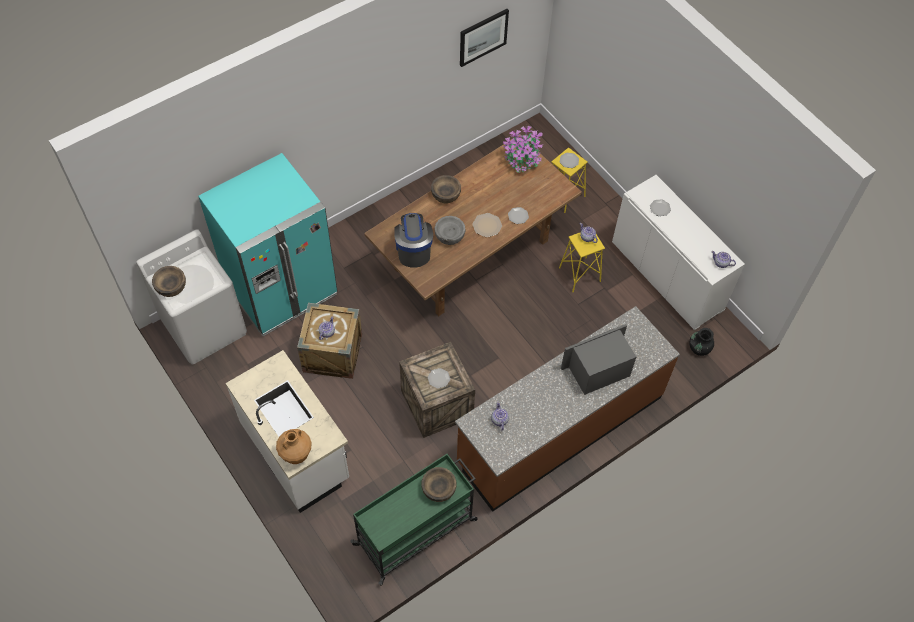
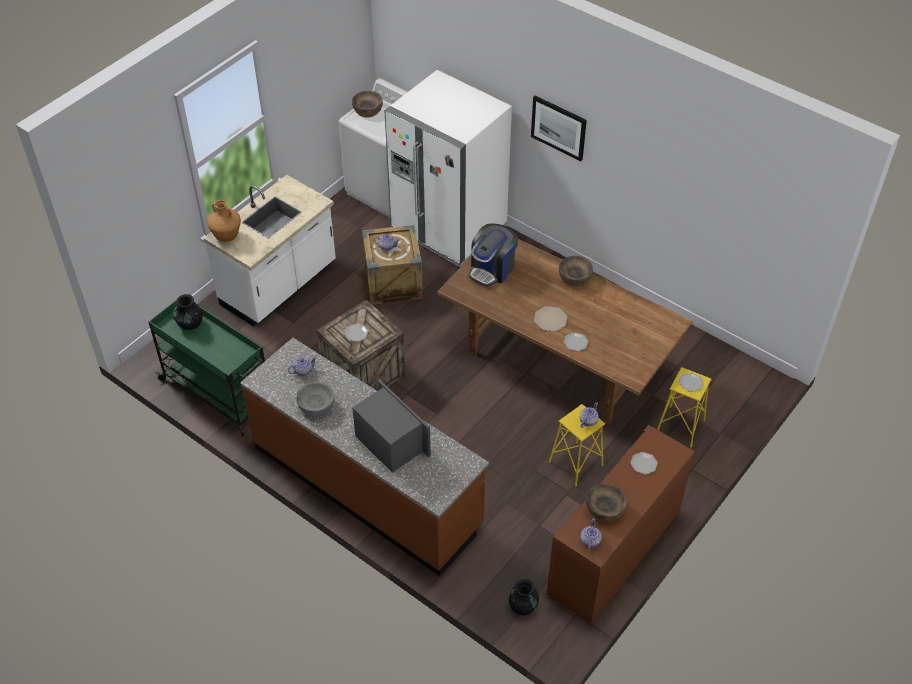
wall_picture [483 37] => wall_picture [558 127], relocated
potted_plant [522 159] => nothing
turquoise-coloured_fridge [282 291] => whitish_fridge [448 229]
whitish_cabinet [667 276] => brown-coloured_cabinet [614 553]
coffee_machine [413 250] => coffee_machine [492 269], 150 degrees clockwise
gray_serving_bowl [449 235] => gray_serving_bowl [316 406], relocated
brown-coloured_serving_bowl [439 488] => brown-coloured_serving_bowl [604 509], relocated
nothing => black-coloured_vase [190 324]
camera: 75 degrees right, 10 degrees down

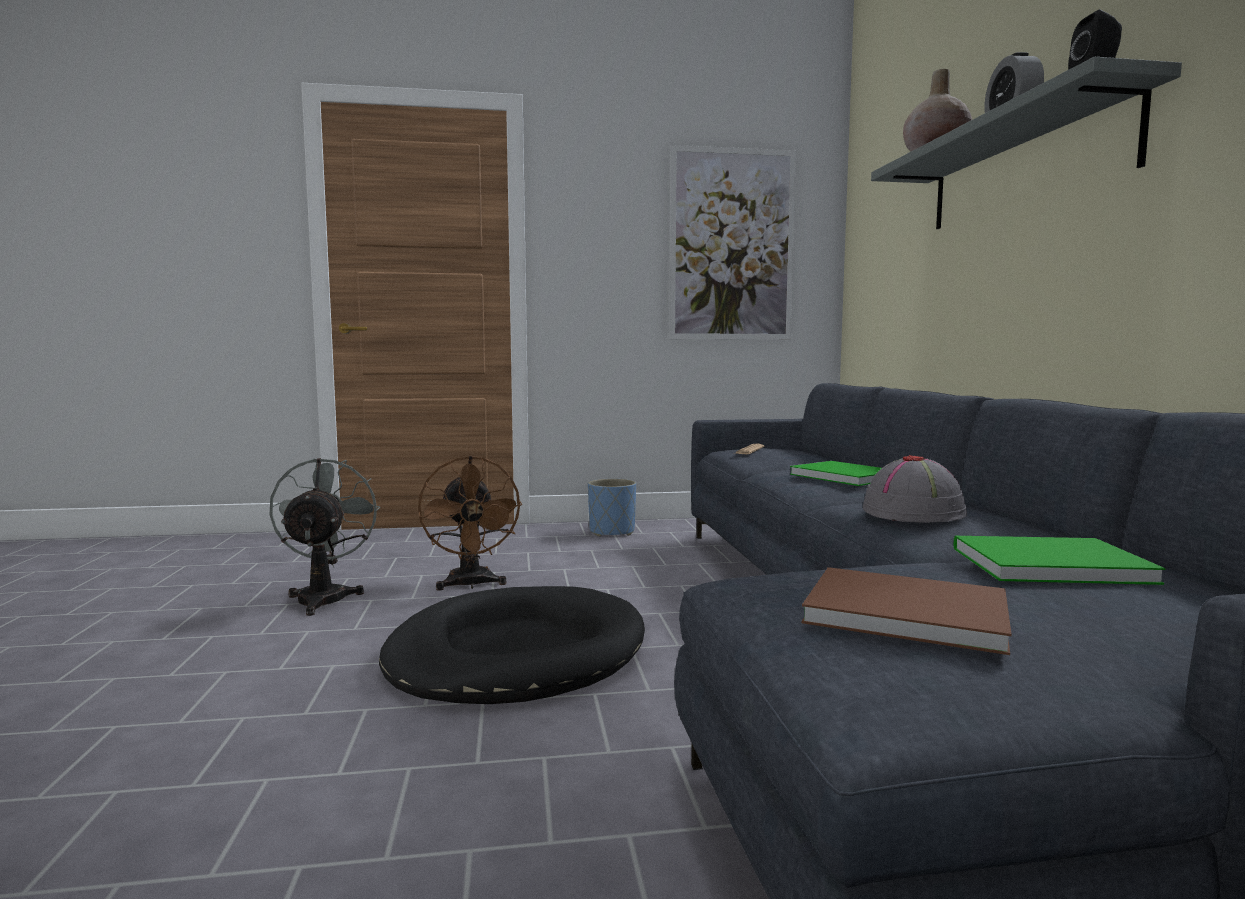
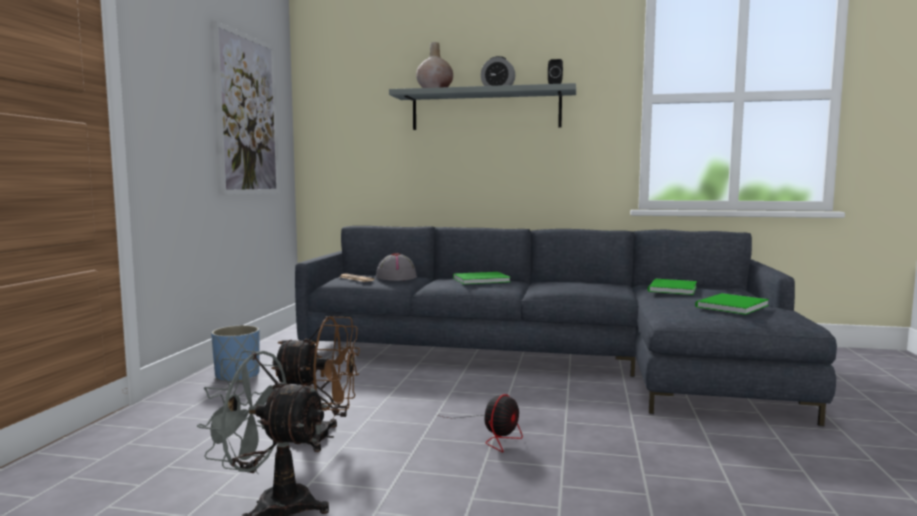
gray_clothing_hat [914 512] => gray_clothing_hat [396 277], relocated
brown-coloured_bound_book [900 611] => green_bound_book [729 306]
black-coloured_dog_bed [516 654] => cooling_fan [495 435]
camera: 70 degrees left, 0 degrees up

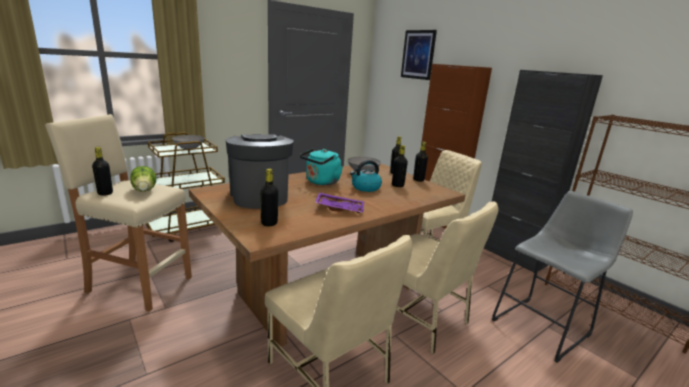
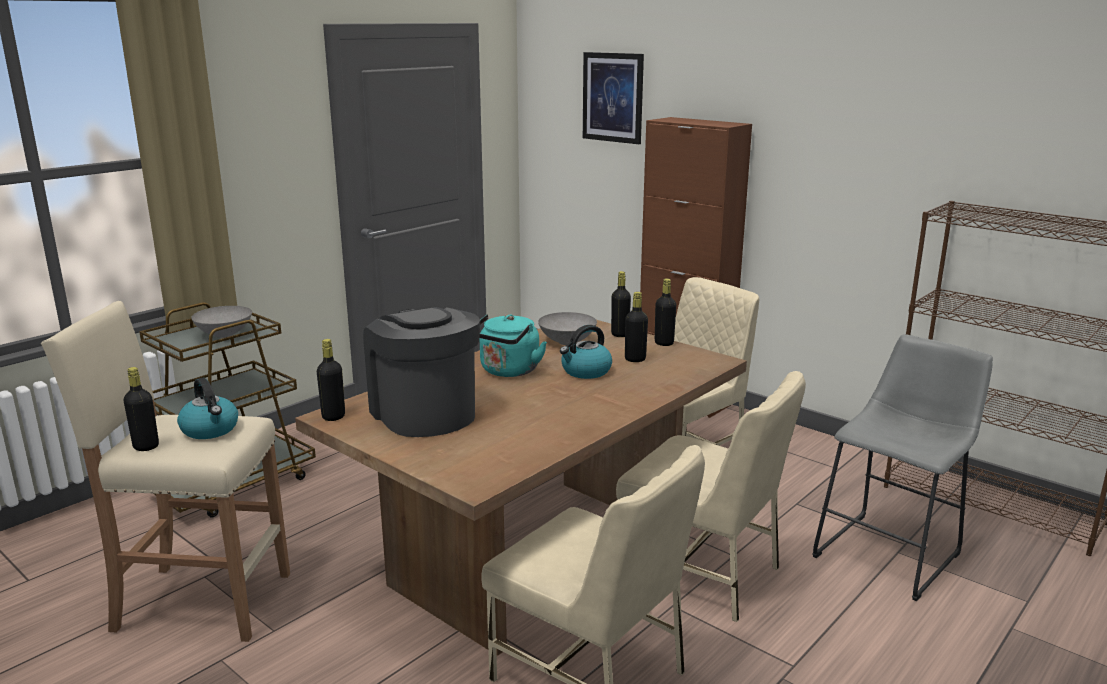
black-coloured_cabinet [513 256] => nothing
lettuce_head [145 190] => tea_kettle [210 430]
black-coloured_drink_bottle [269 223] => black-coloured_drink_bottle [333 416], relocated
purple-coloured_serving_tray [340 208] => nothing
camera: 10 degrees left, 0 degrees up

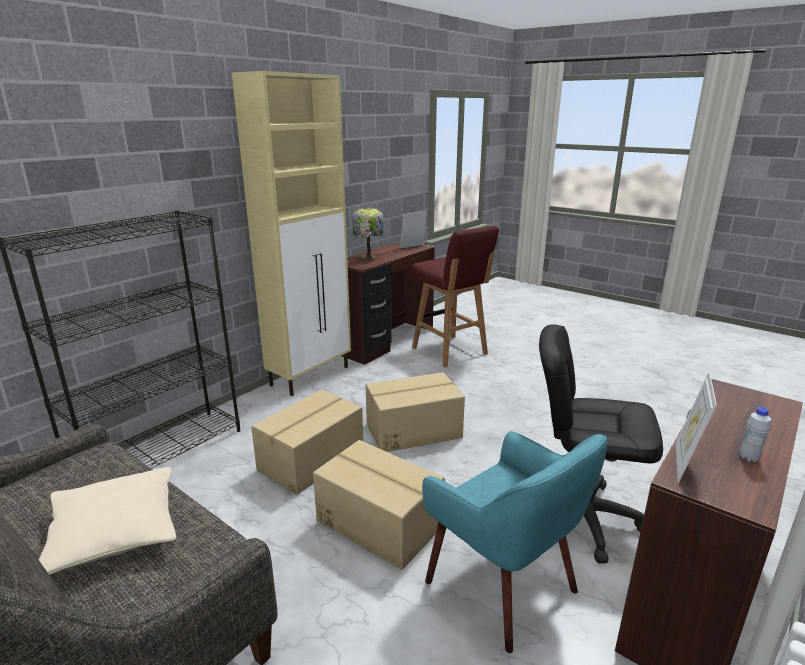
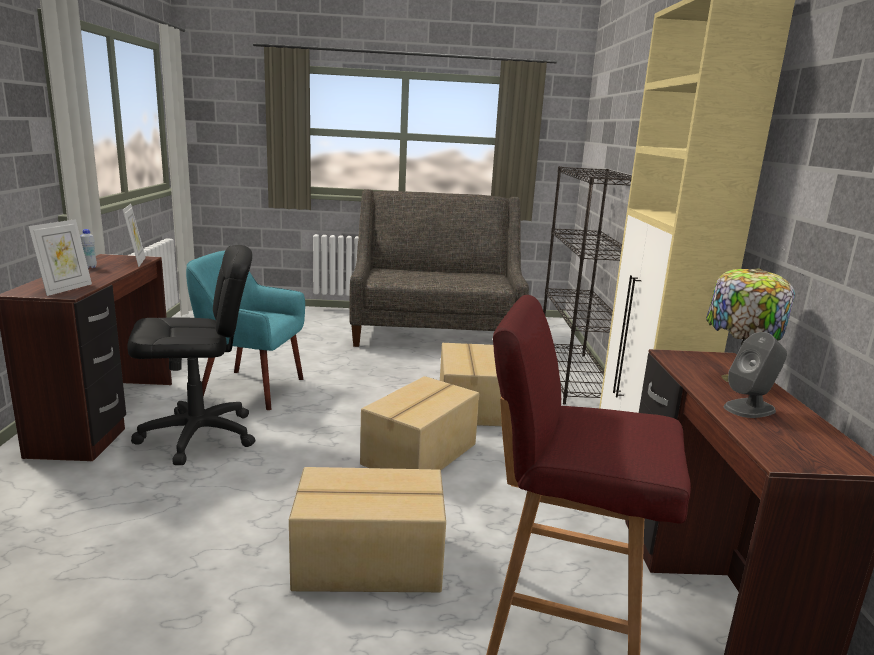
picture_frame [413 247] => picture_frame [65 289], relocated
cardboard_box [379 522] => cardboard_box [369 562], relocated
beige-coloured_throw_pillow [115 532] => nothing
nothing => gray_speaker [750 408]
camera: 140 degrees right, 5 degrees down

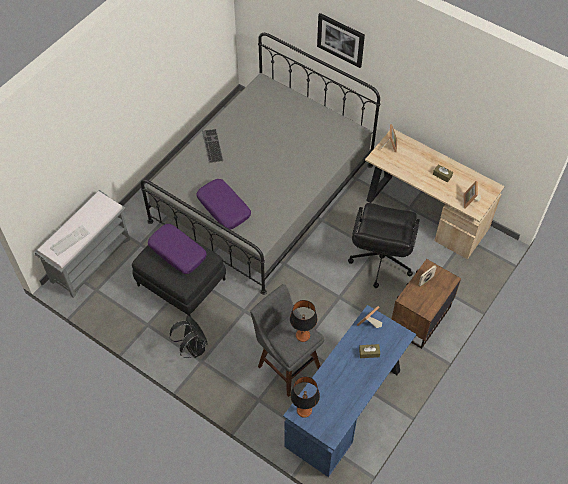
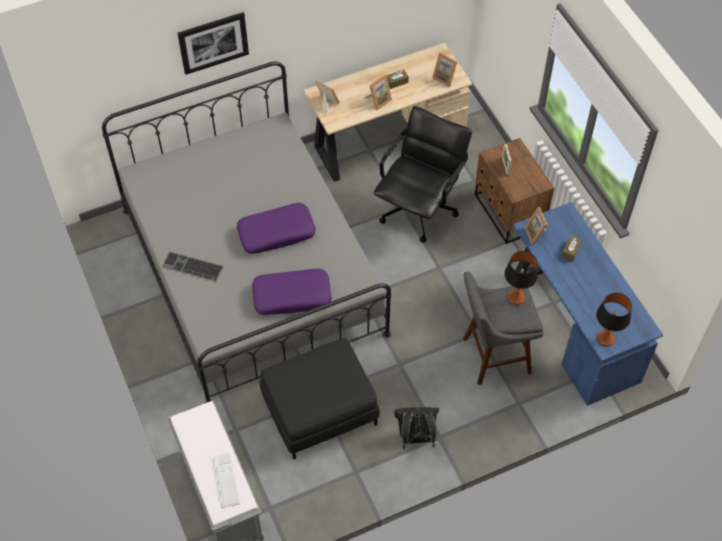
black-coloured_office_chair [380 261] => black-coloured_office_chair [419 209], 105 degrees counterclockwise
purple-coloured_throw_pillow [178 252] => purple-coloured_throw_pillow [276 233], relocated
nothing => picture_frame [378 100]
camera: 60 degrees left, 0 degrees up

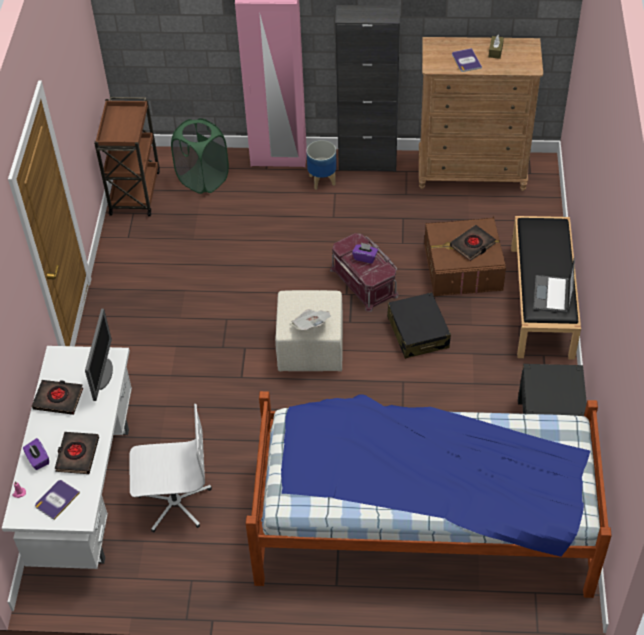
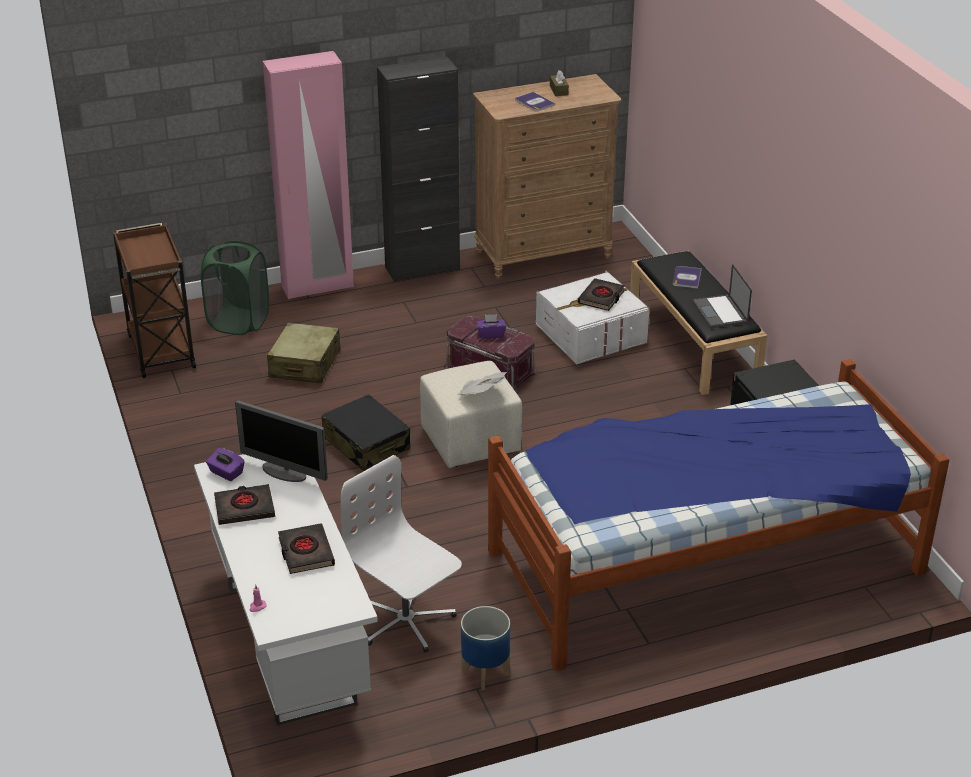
plant_pot [321 180] => plant_pot [485 673], relocated
brown-coloured_storage_container [463 268] => whitish_storage_container [591 334]
black-coloured_suitcase [418 332] => black-coloured_suitcase [366 444], relocated
monitor [103 374] => monitor [284 472], 135 degrees clockwise
whitish_office_chair [174 502] => whitish_office_chair [405 621], 105 degrees counterclockwise
purple-coloured_box_of_tissues [38 459] => purple-coloured_box_of_tissues [226 473], relocated
bound_book [57 499] => bound_book [686 278], relocated
nothing => beige-coloured_suitcase [304 364]
camera: 25 degrees left, 15 degrees down

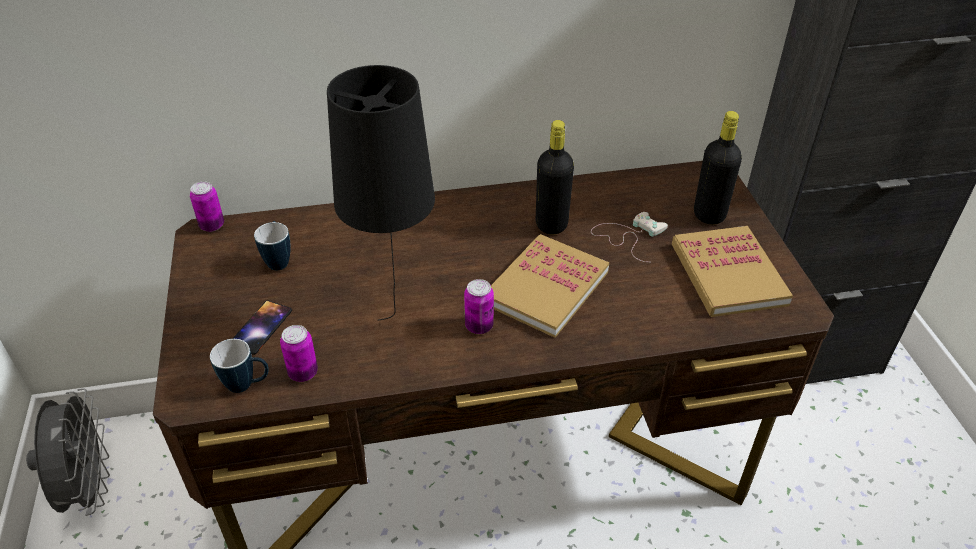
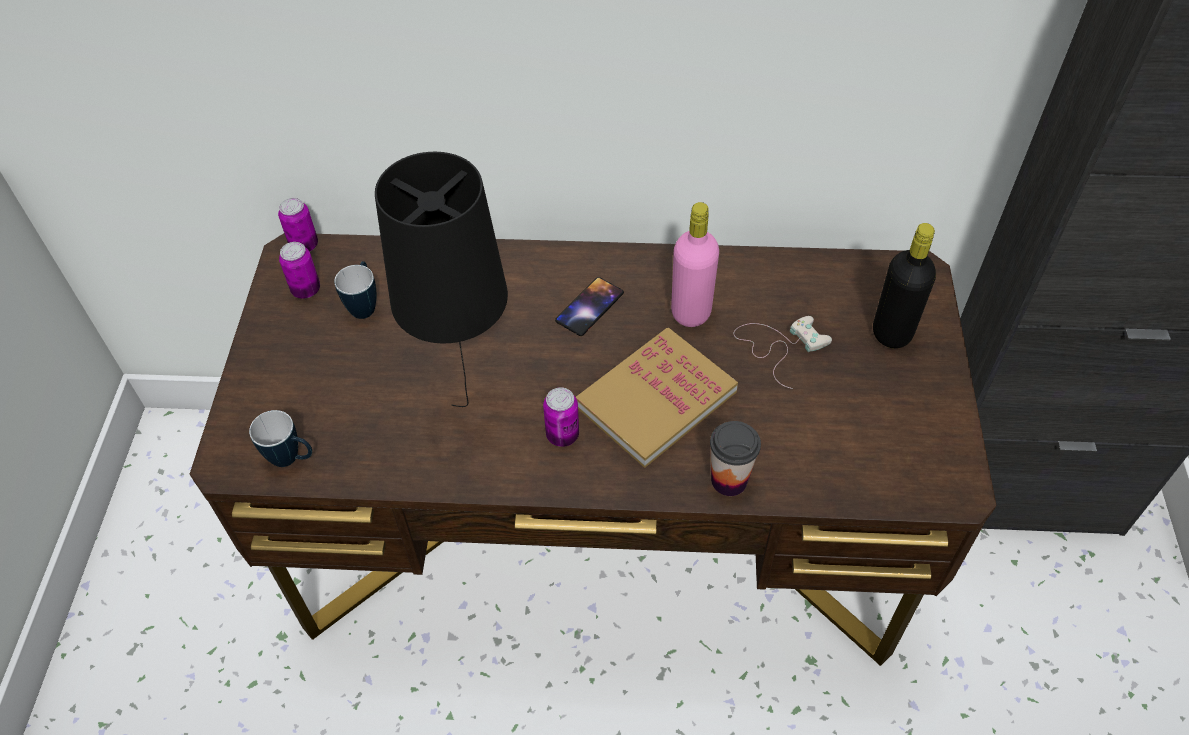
black-coloured_drink_bottle [551 224] => pinkish_drink_bottle [691 312]
bound_book [728 274] => nothing
handset [261 327] => handset [589 307], relocated
sealed_can [303 373] => sealed_can [306 290], relocated
gray_cooling_fan [89 488] => nothing
nothing => cup [729 480]
camera: 15 degrees right, 10 degrees up

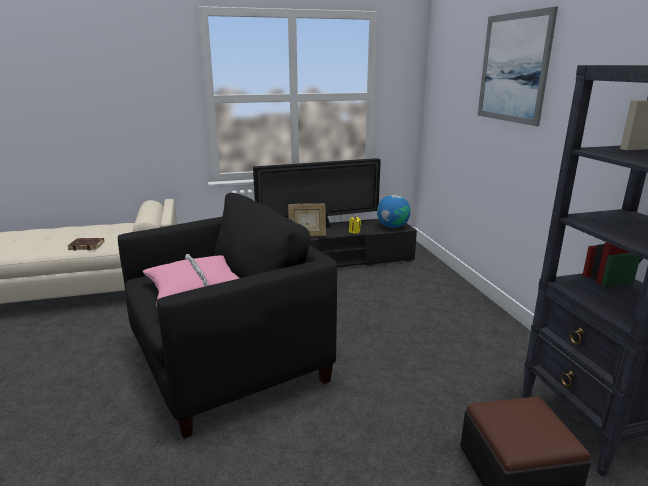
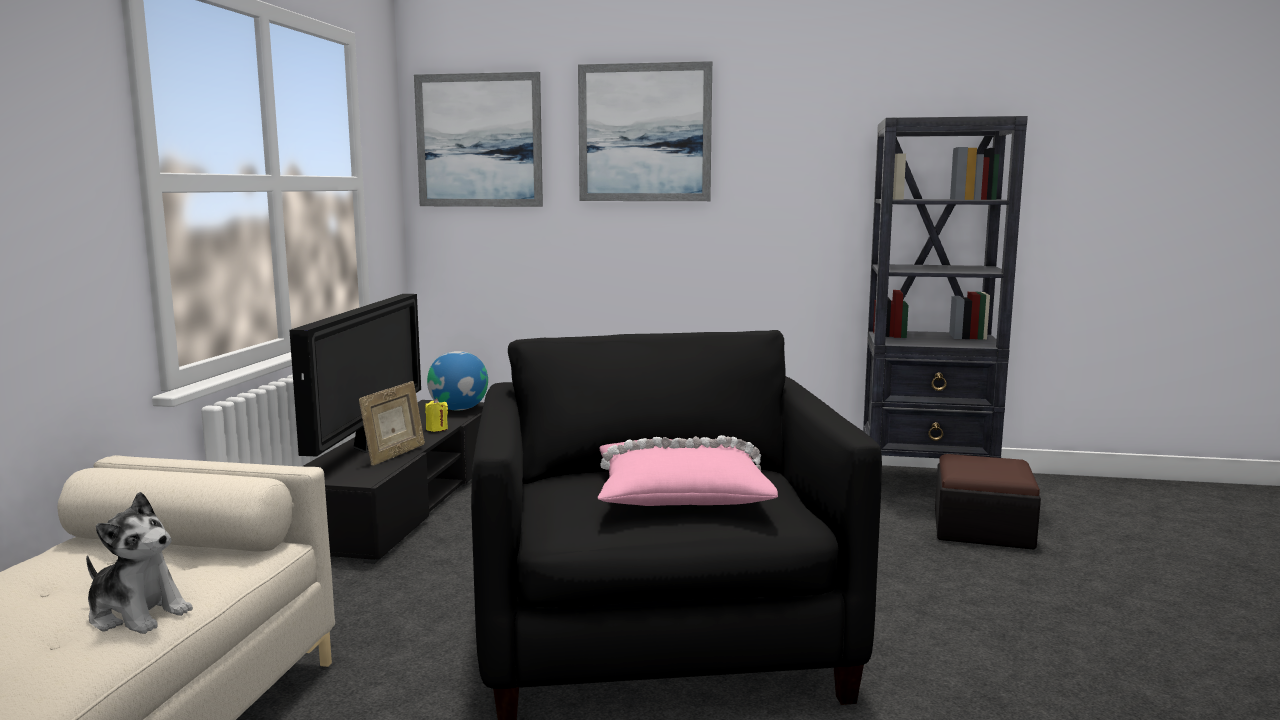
brown-coloured_bound_book [87 246] => soft_toy [138 614]
nothing => wall_picture [479 140]
camera: 65 degrees left, 10 degrees down

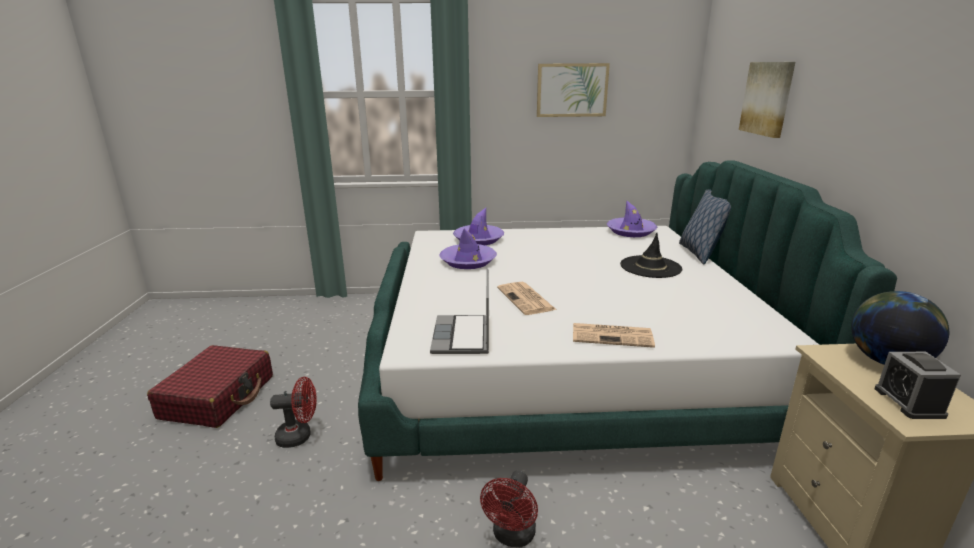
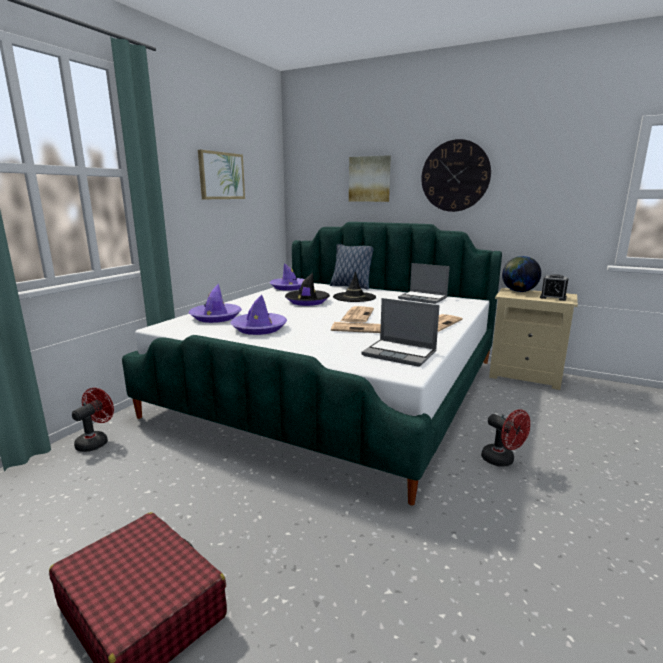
reddish_cooling_fan [299 436] => reddish_cooling_fan [96 442], relocated
nothing => clock_on_the_wall [455 176]
nothing => laptop [423 298]
nothing => black-coloured_clothing_hat [307 301]
nothing => printed_paper [357 315]
camera: 60 degrees left, 5 degrees down

